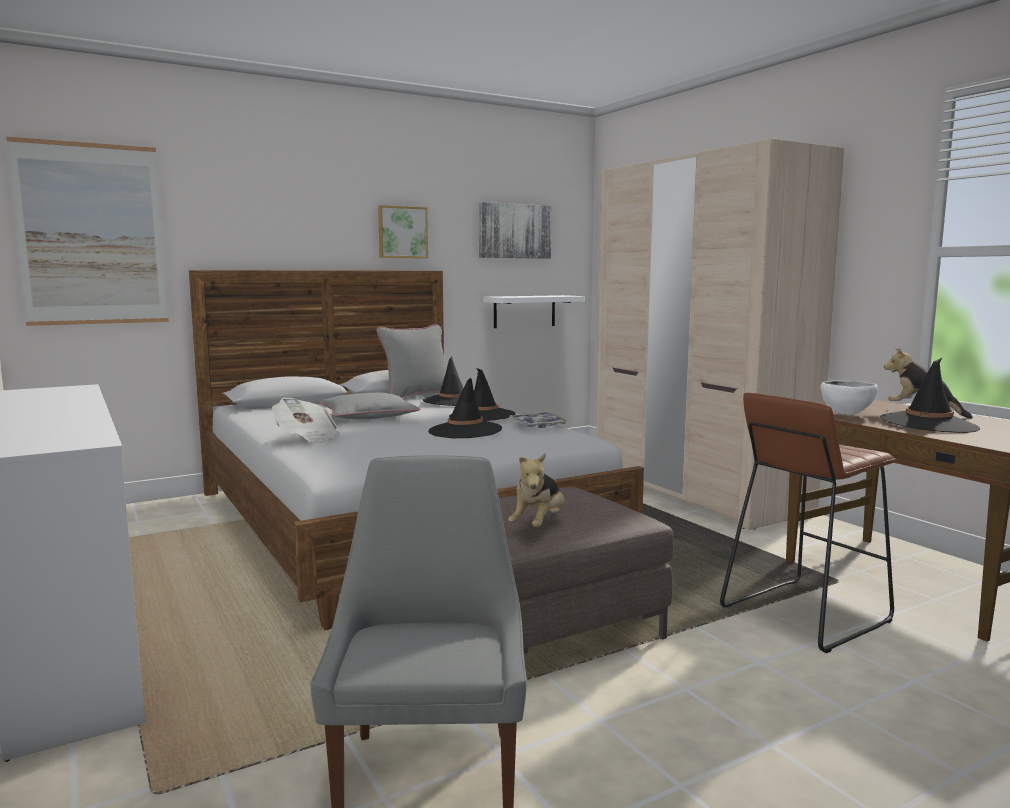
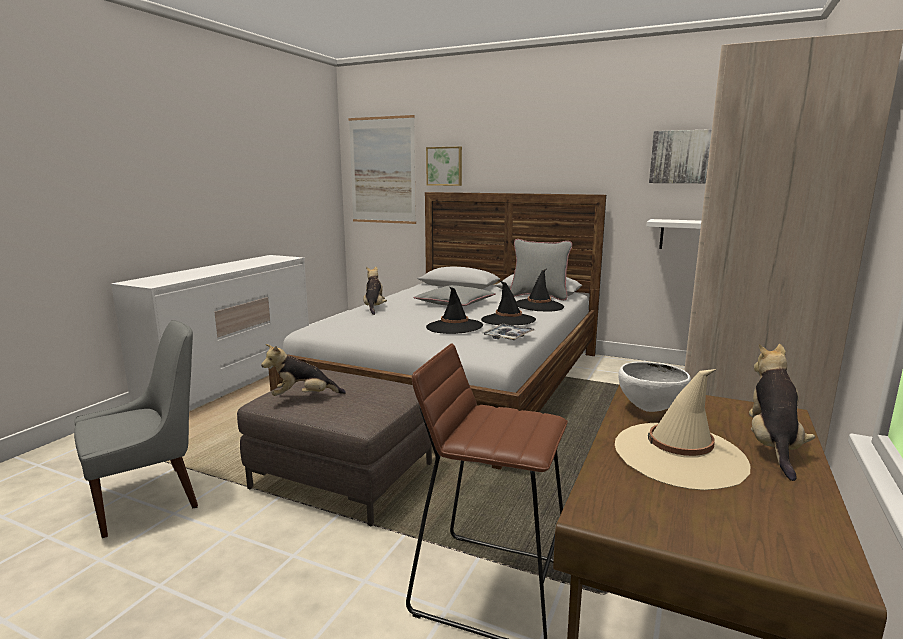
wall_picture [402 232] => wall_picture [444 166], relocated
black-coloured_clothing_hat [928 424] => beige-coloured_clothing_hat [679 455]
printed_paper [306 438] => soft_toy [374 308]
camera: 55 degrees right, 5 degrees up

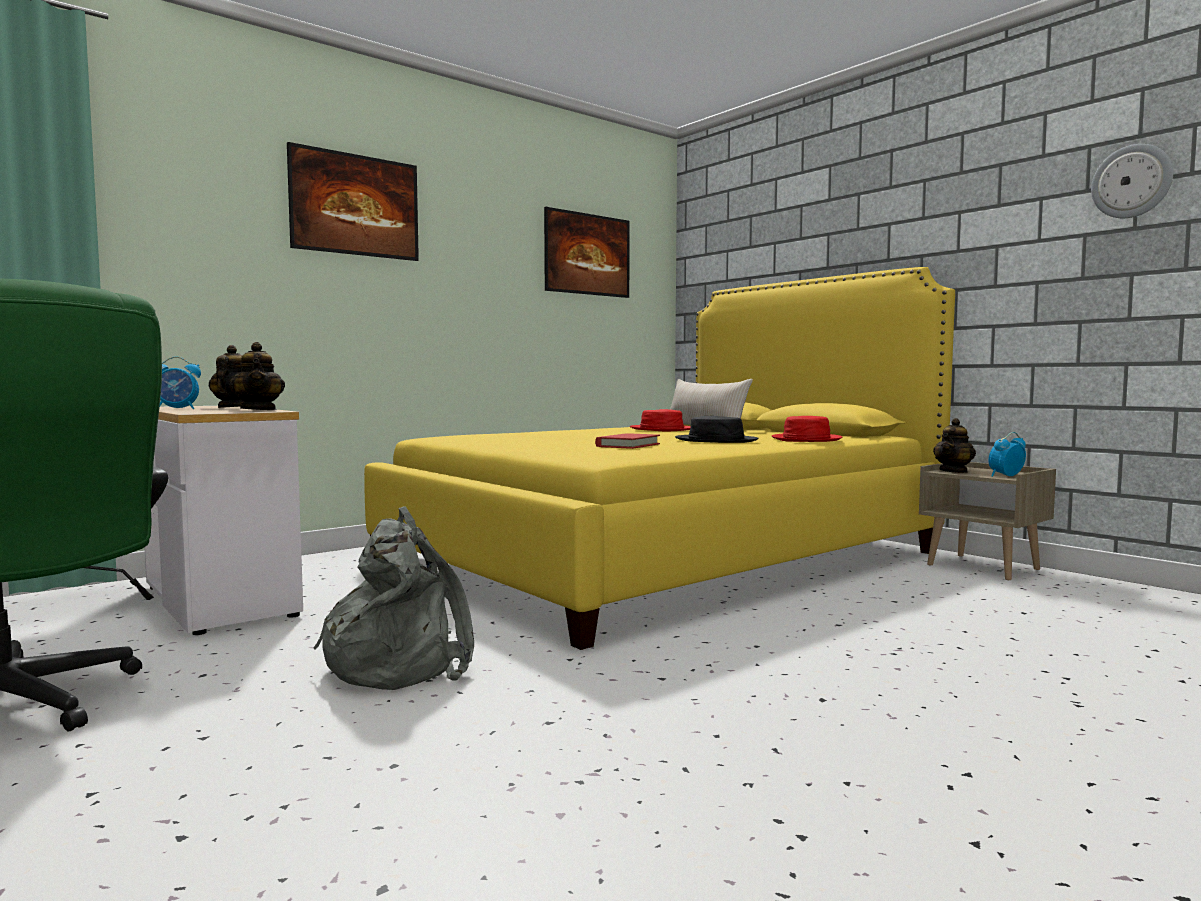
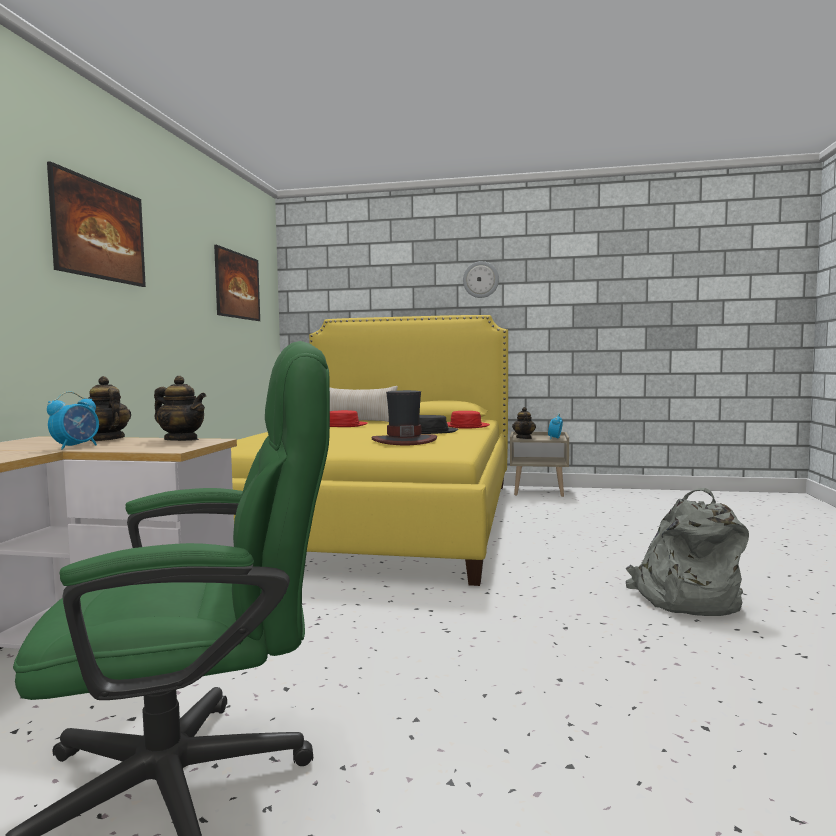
clock_on_the_wall [1131 181] => clock_on_the_wall [481 279], relocated
reddish_bound_book [628 445] => clothing_hat [404 441]
gray_backpack [400 664] => gray_backpack [685 599], relocated
camera: 40 degrees left, 0 degrees up

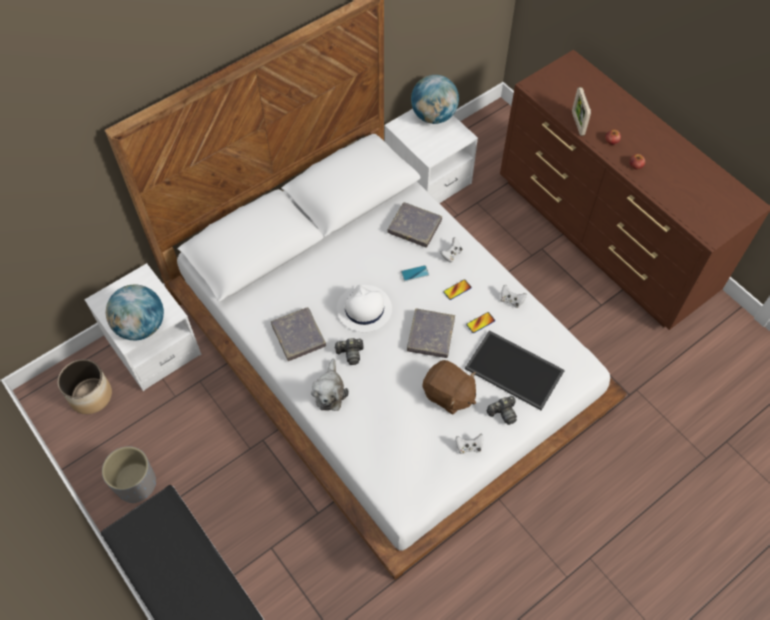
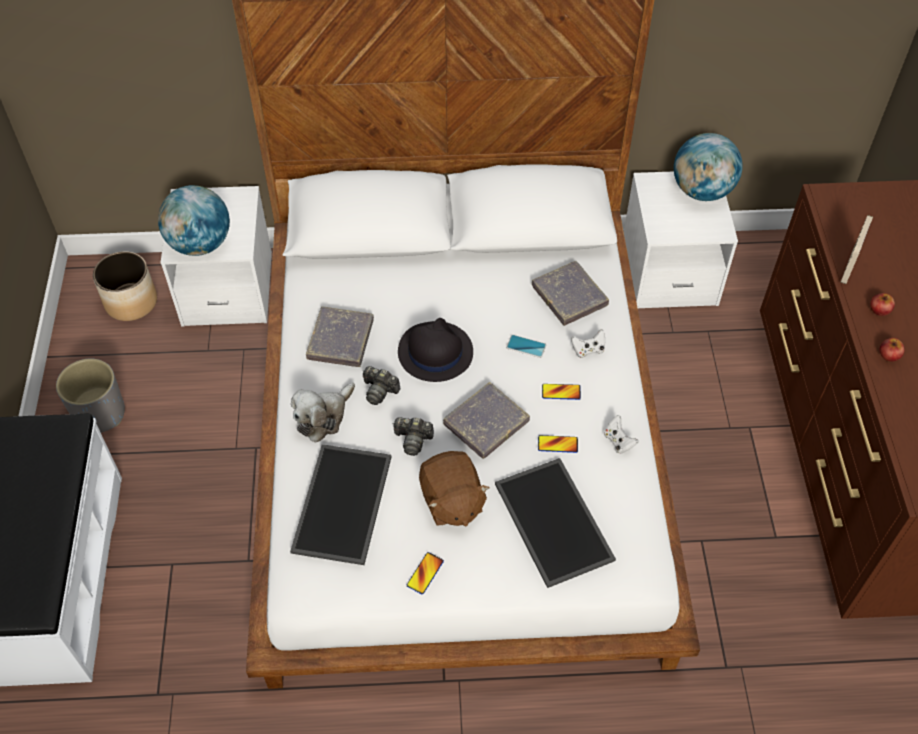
whitish_clothing_hat [364 309] => black-coloured_clothing_hat [434 352]
still_camera [503 413] => still_camera [413 440], relocated
whitish_game_controller [469 447] => handset [425 573]
nothing => serving_tray [344 505]
camera: 35 degrees right, 5 degrees down

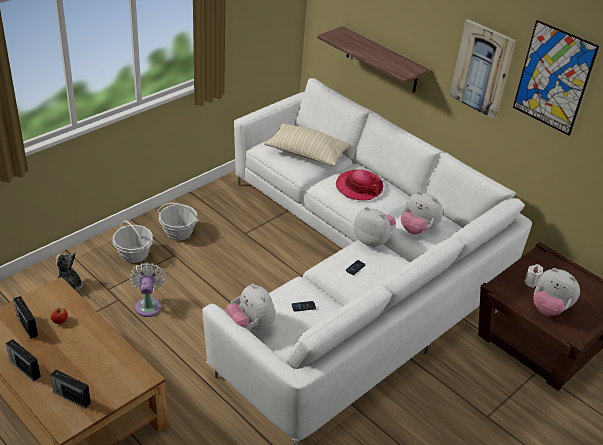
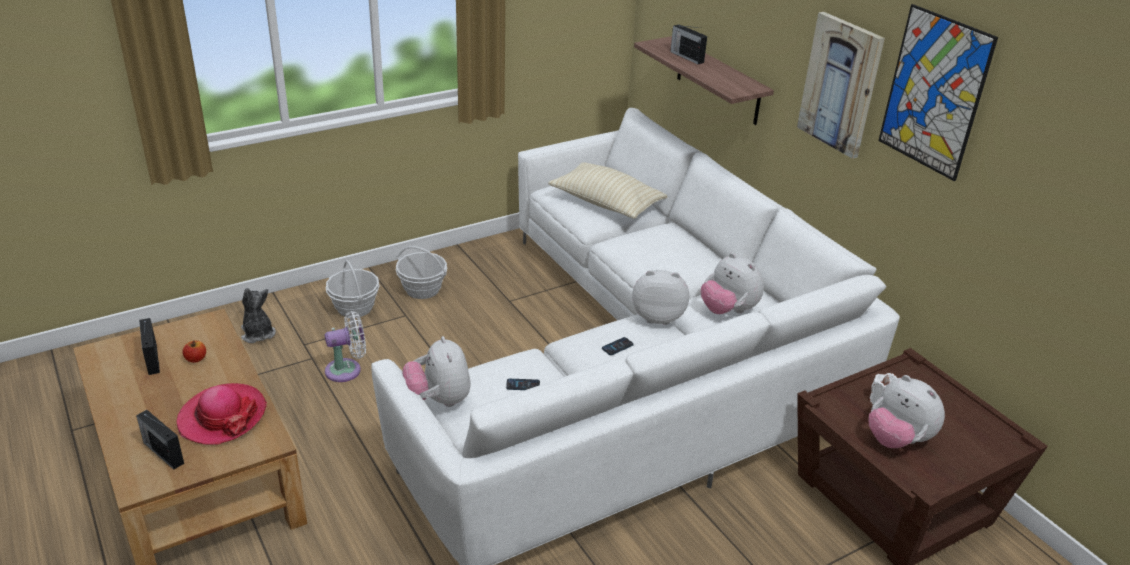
clothing_hat [359 187] => clothing_hat [222 416], relocated
soft_toy [372 240] => soft_toy [657 316], 45 degrees counterclockwise
whitish_cooling_fan [148 305] => whitish_cooling_fan [347 370], 60 degrees clockwise
radio [24 368] => radio [686 57], relocated
camera: 15 degrees right, 5 degrees down

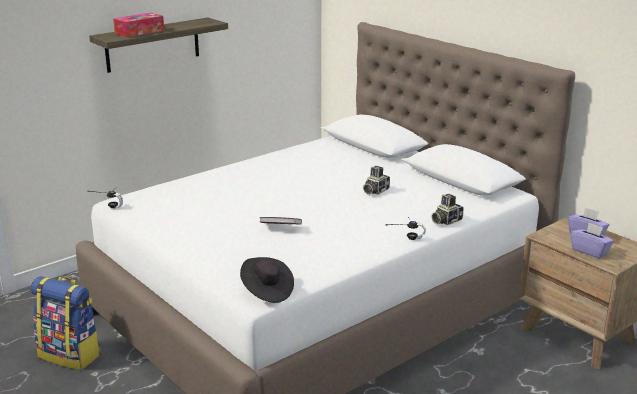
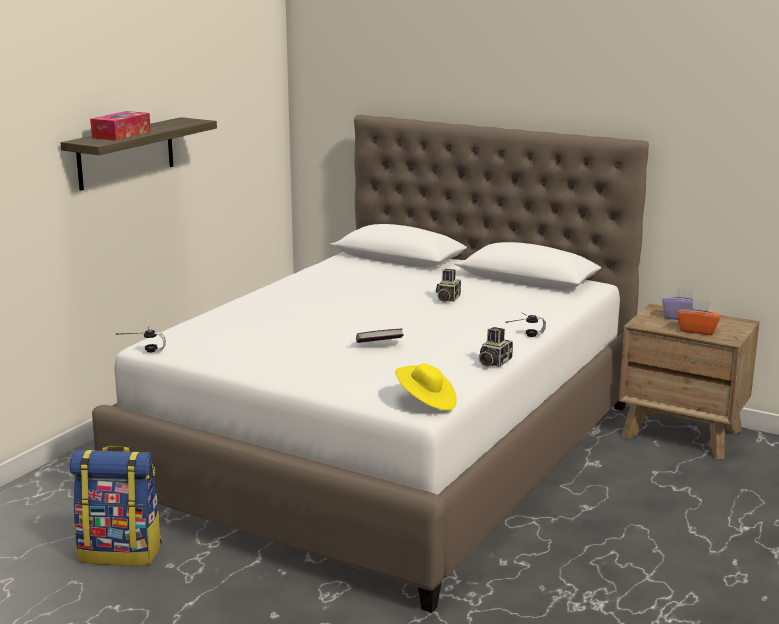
still_camera [445 221] => still_camera [493 362], relocated
purple-coloured_box_of_tissues [590 251] => orange-coloured_box_of_tissues [697 330]
black-coloured_clothing_hat [266 291] => yellow-coloured_clothing_hat [426 402]
camera: 20 degrees left, 5 degrees down

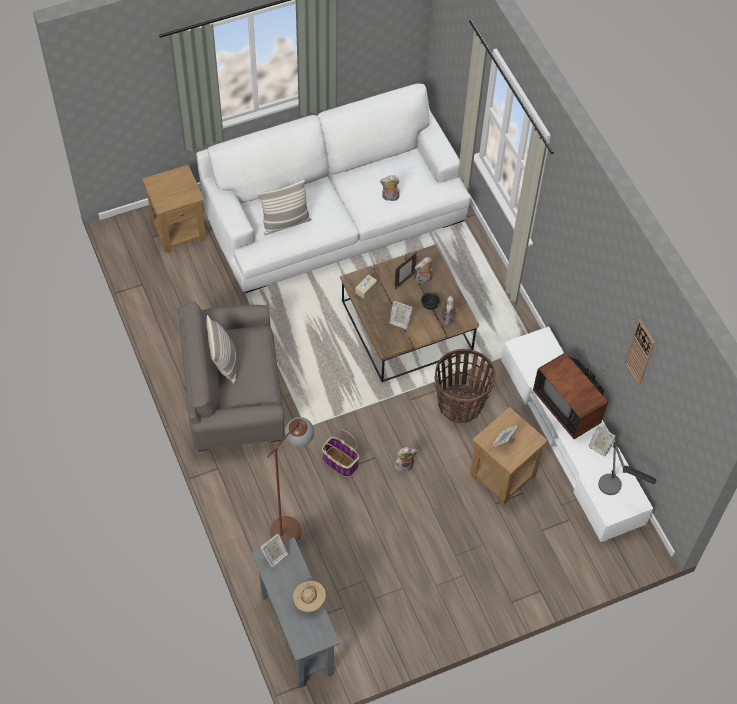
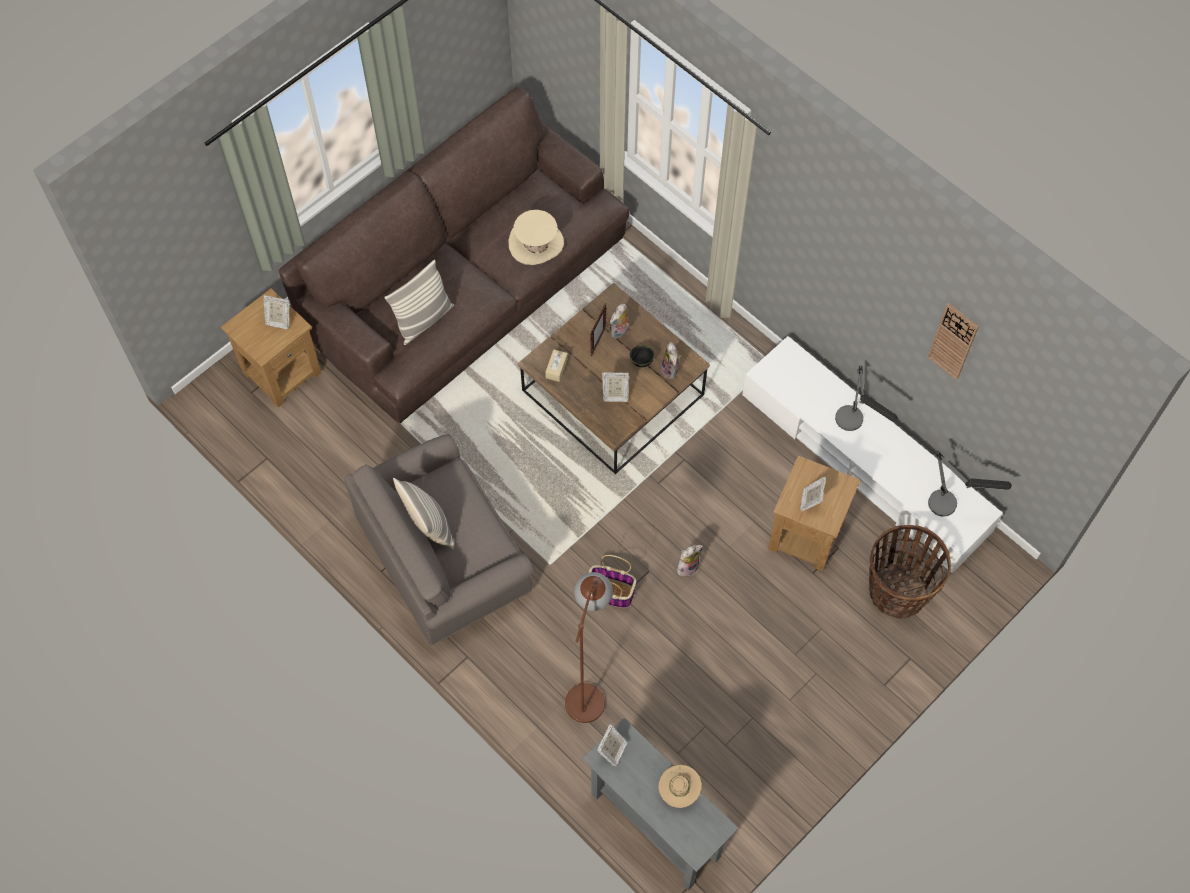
whitish_sofa [335 214] => brown-coloured_sofa [465 284]
soft_toy [390 197] => beige-coloured_clothing_hat [536 243]
storage_basket [460 404] => storage_basket [897 591], relocated
TV_set [570 406] => tabletop_lamp [855 424]
picture_frame [599 446] => picture_frame [278 320], relocated
camera: 20 degrees left, 5 degrees up

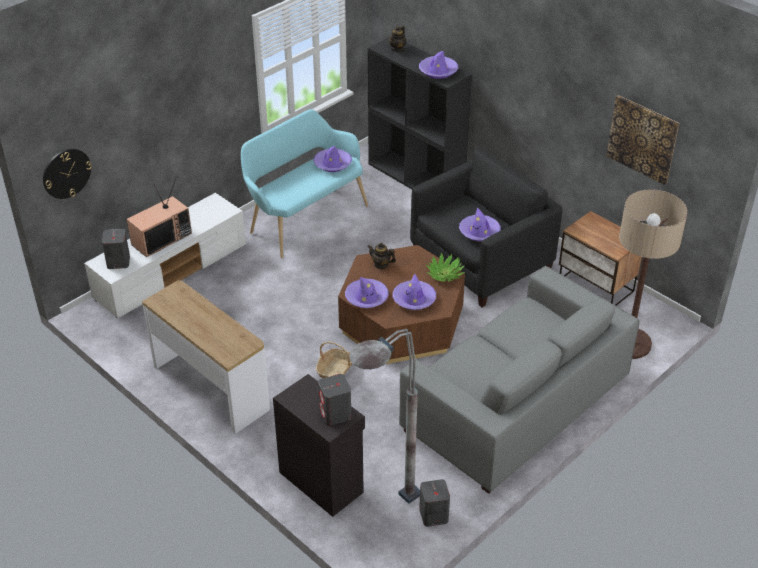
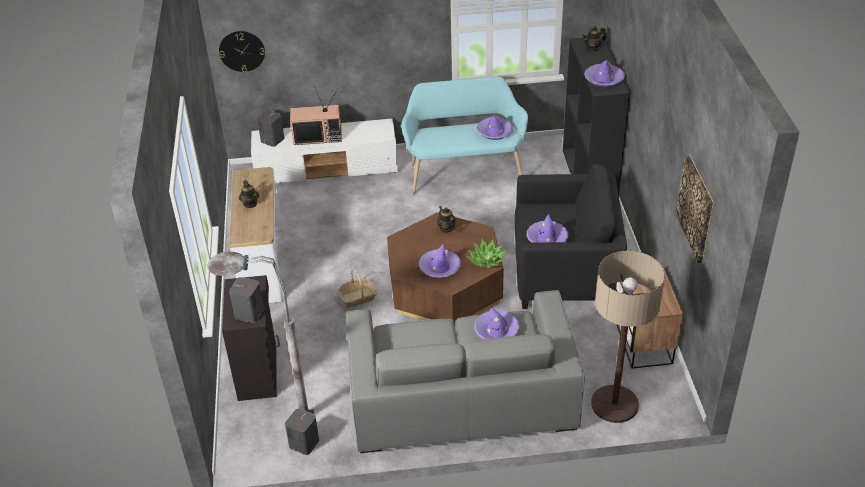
purple-coloured_clothing_hat [366 297] => purple-coloured_clothing_hat [497 330], relocated
nothing => tea_pot [250 204]
camera: 40 degrees right, 0 degrees up

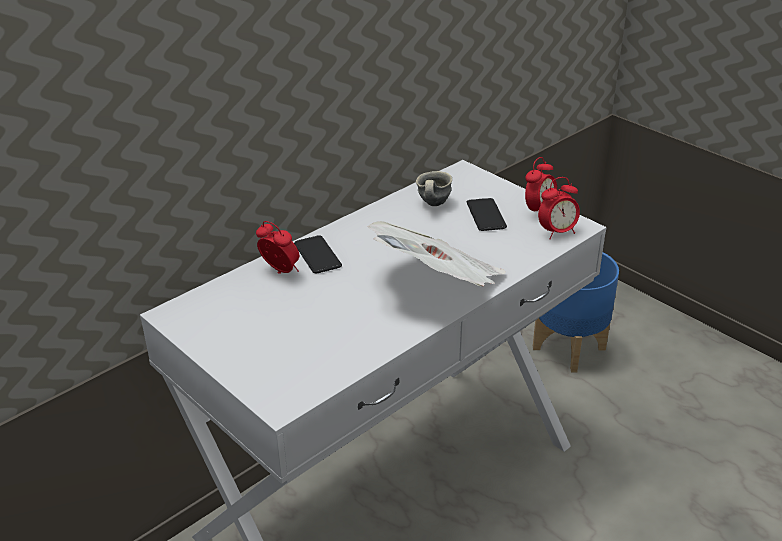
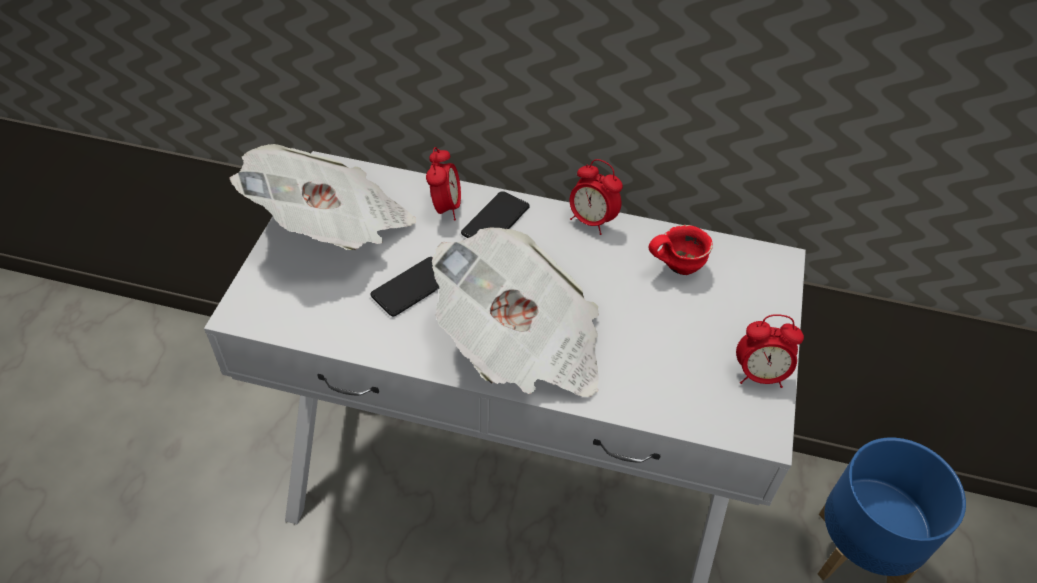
gray_tea_mug [431 204] => reddish_tea_mug [675 266]
alarm_clock [557 232] => alarm_clock [591 221], relocated
handset [486 215] => handset [412 287], relocated
nothing => printed_paper [334 227]
camera: 55 degrees right, 15 degrees up

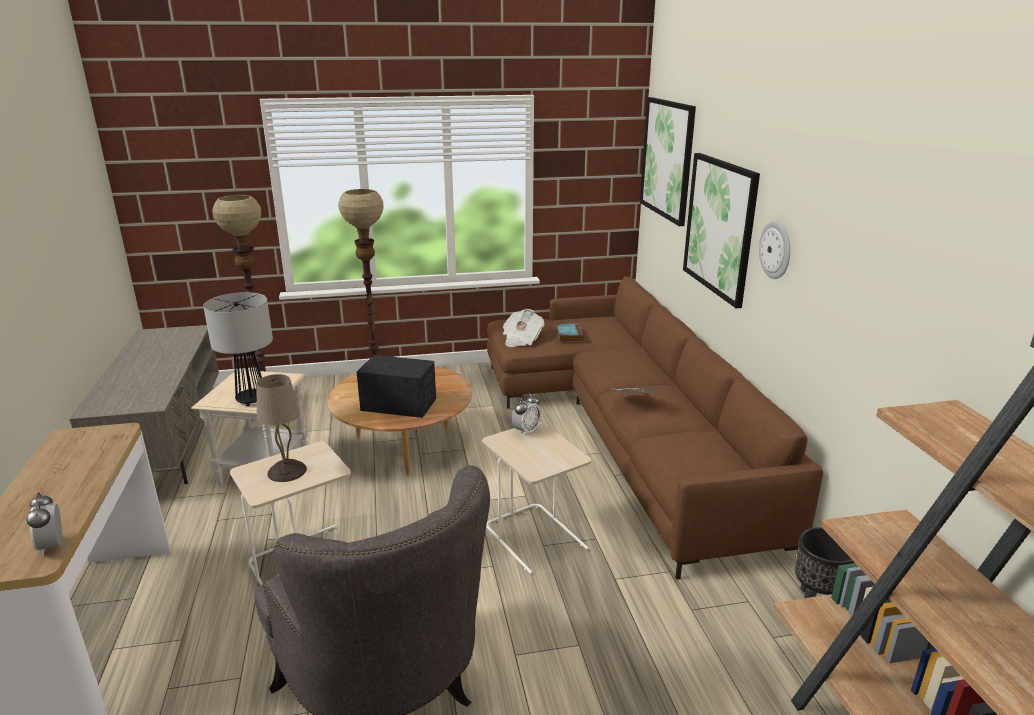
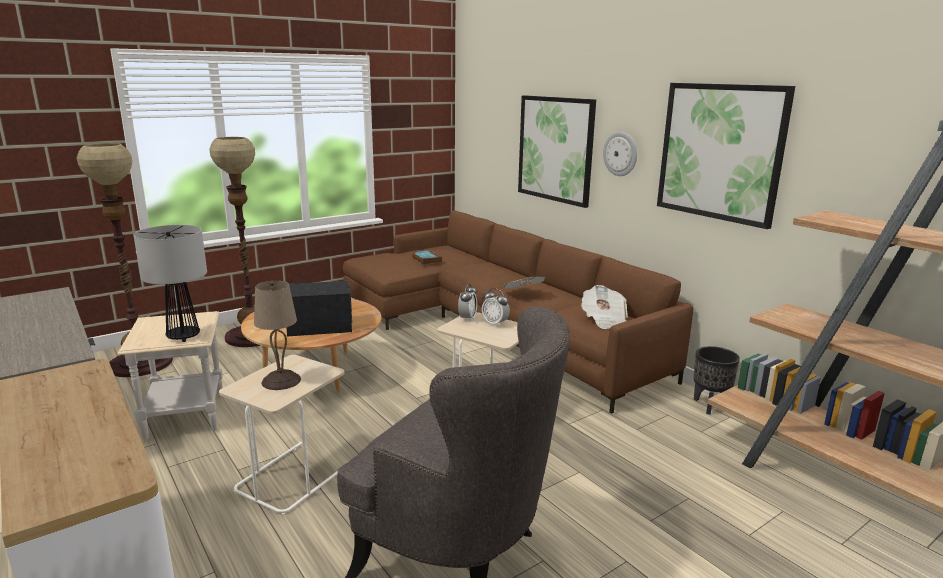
wall_picture [667 159] => wall_picture [720 152], relocated
printed_paper [521 339] => printed_paper [603 319], relocated
alarm_clock [52 546] => alarm_clock [495 323], relocated
camera: 25 degrees left, 5 degrees down

